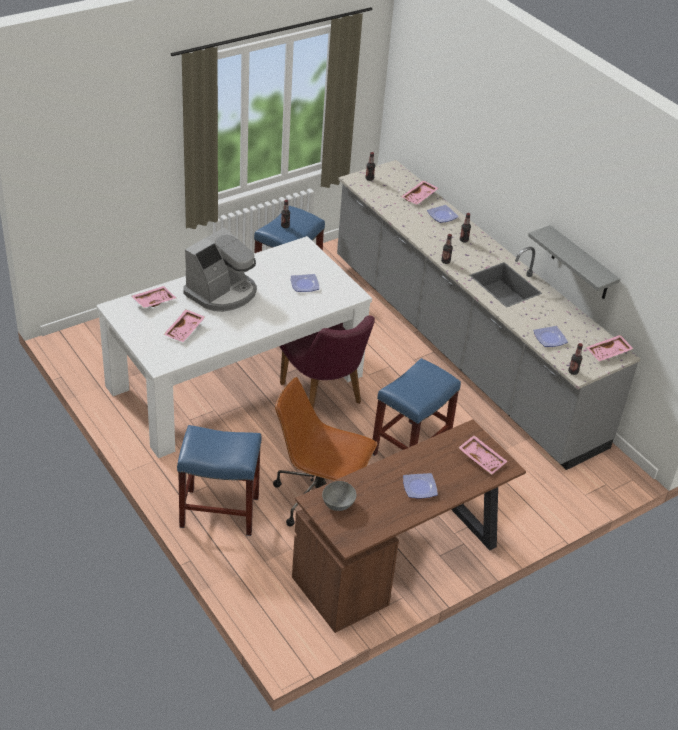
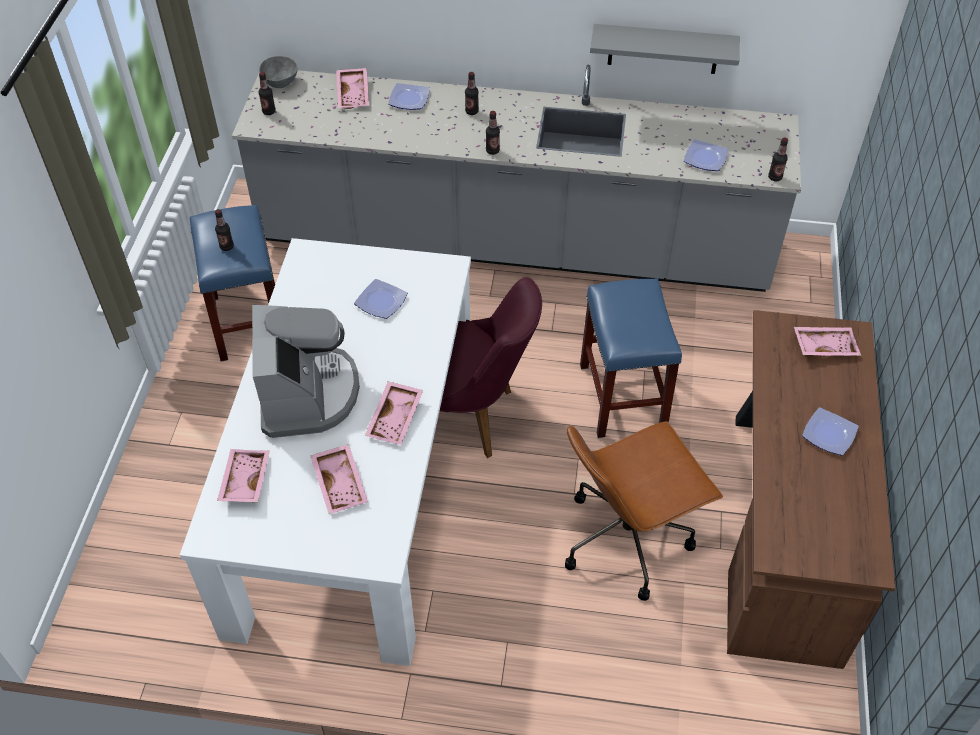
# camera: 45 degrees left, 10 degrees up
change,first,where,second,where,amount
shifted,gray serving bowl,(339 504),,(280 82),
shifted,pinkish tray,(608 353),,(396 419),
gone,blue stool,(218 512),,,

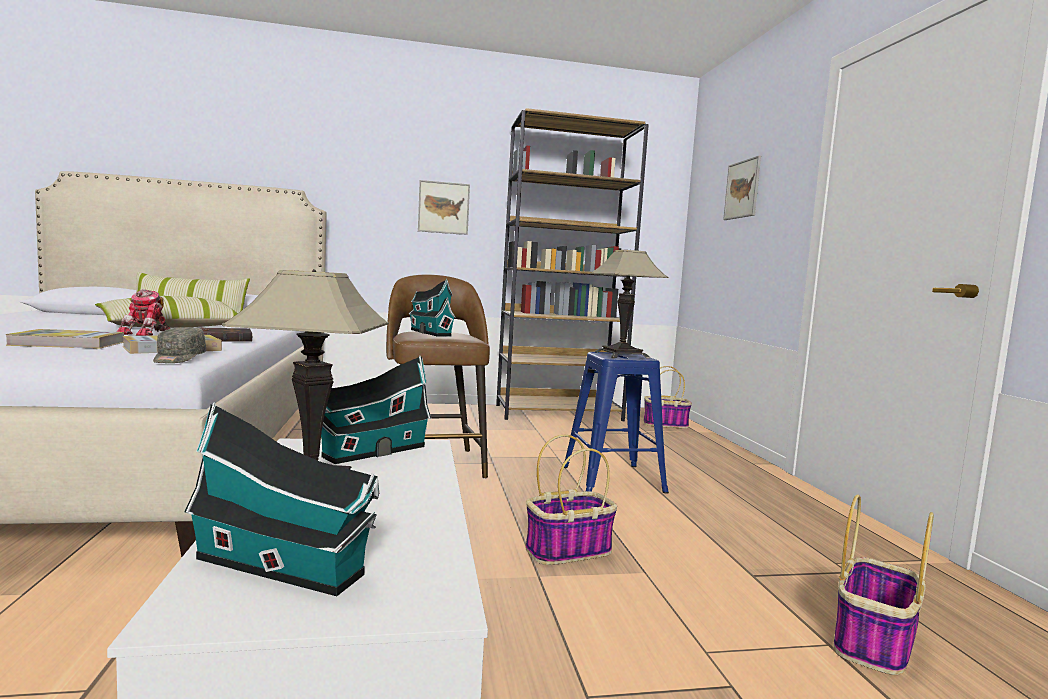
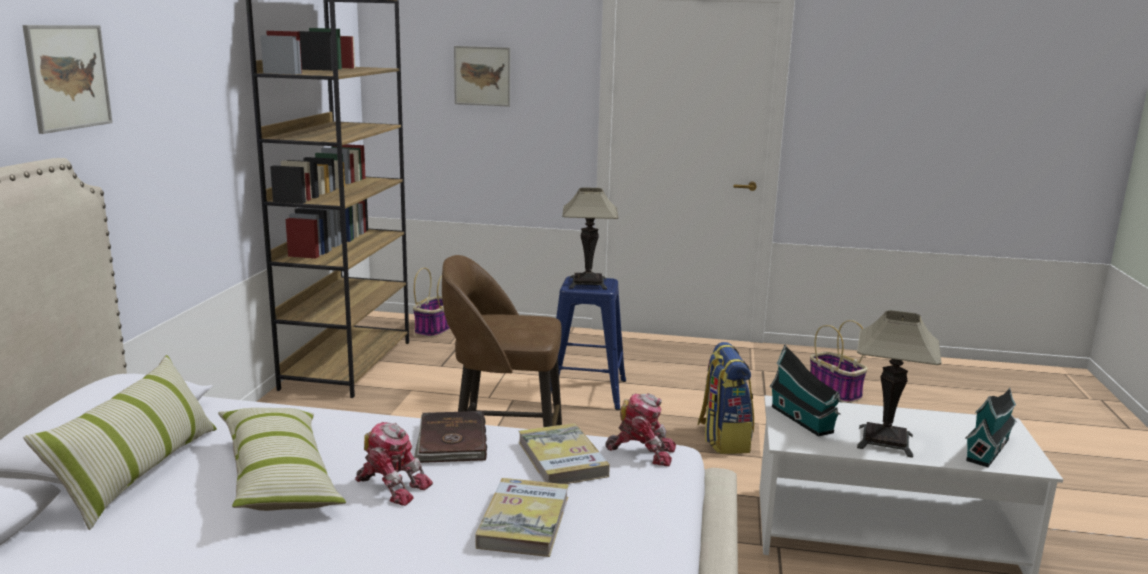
# camera: 70 degrees left, 10 degrees up
change,first,where,second,where,amount
shifted,wall art,(443 207),,(68 77),
swapped,gray baseball cap,(178 359),toy robot,(642 451),
swapped,basket,(569 550),rucksack,(723 439),
gone,model house,(429 332),,,

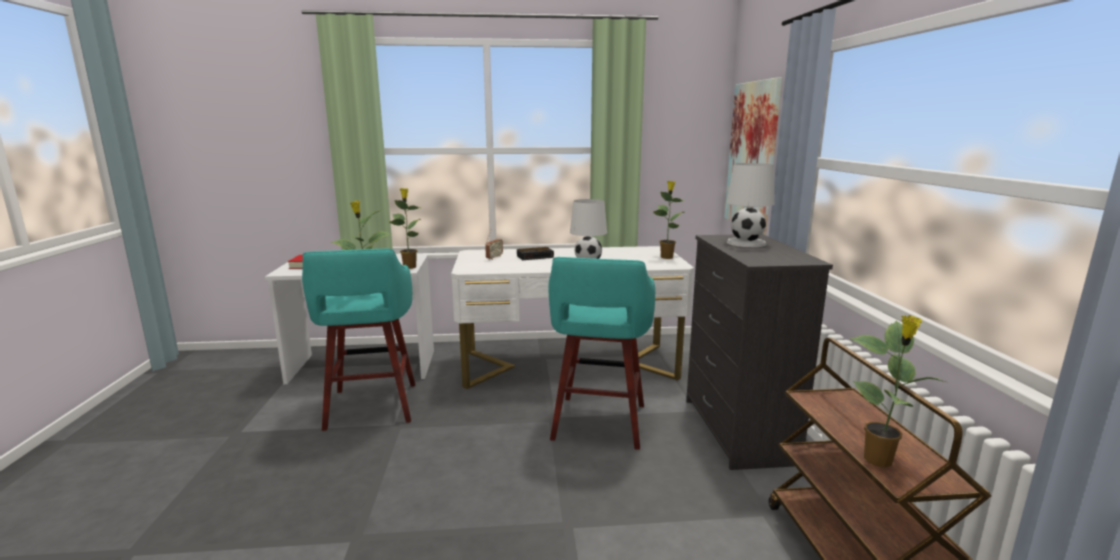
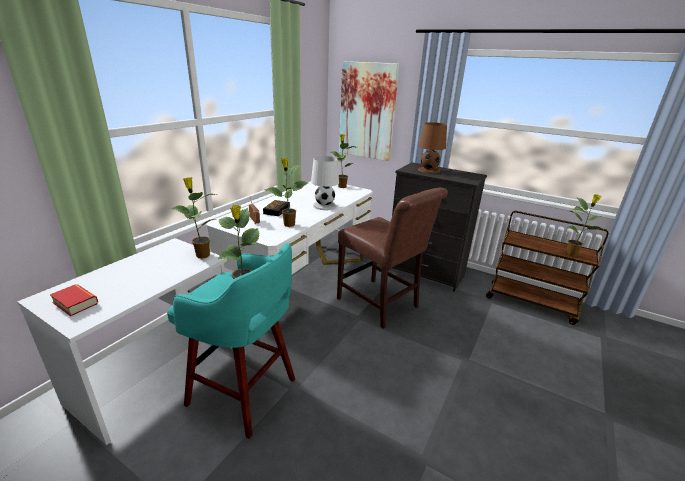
# camera: 55 degrees left, 10 degrees up
change,first,where,second,where,amount
new,,,potted plant,(288 225),
swapped,blue-green stool,(598 424),brown-coloured plain chair,(380 305),
repainted,white-coloured lamp for a table,(746 243),brown-coloured lamp for a table,(429 170),

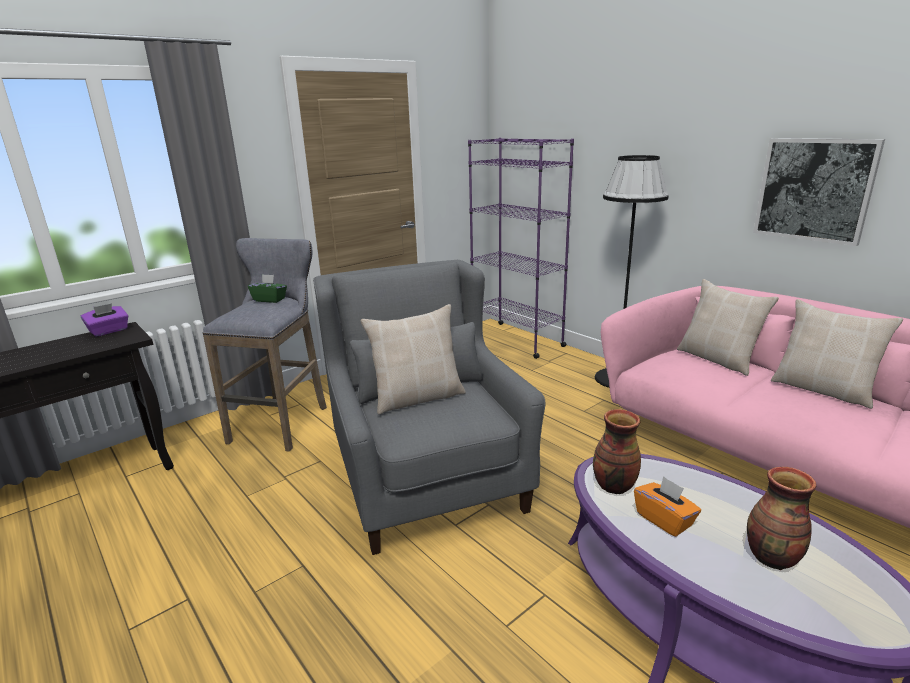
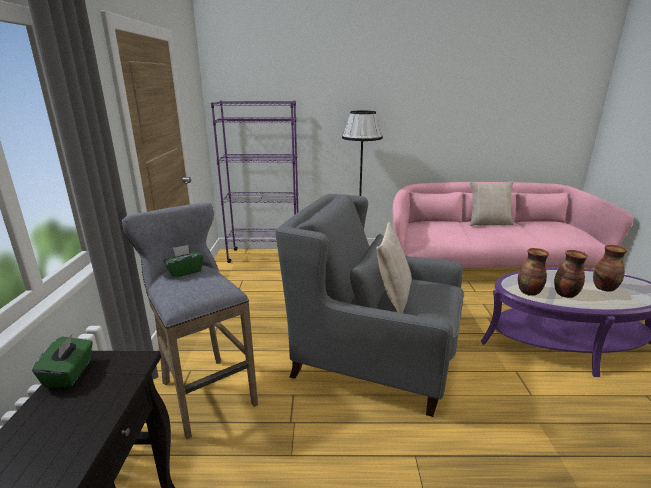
# camera: 50 degrees left, 0 degrees up
change,first,where,second,where,amount
repainted,purple-coloured tissue box,(109 331),green tissue box,(70 373),
swapped,orange-coloured tissue box,(664 519),flower vase,(565 294),
gone,sand-coloured pillow,(718 359),,,
gone,wall art,(814 189),,,

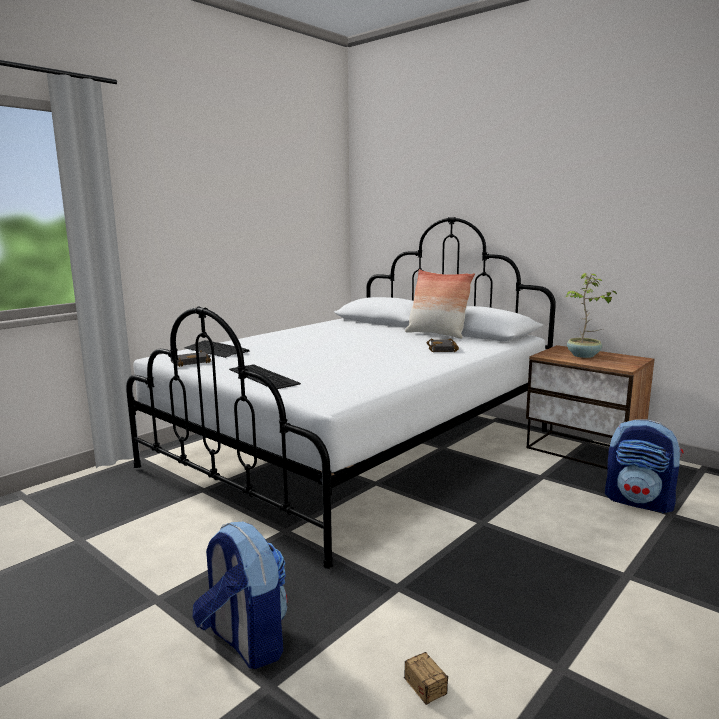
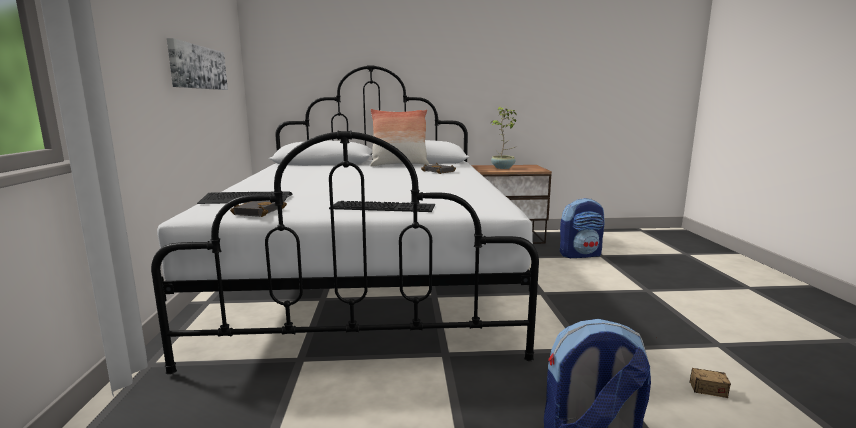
# camera: 45 degrees left, 0 degrees up
change,first,where,second,where,amount
new,,,wall art,(198 67),

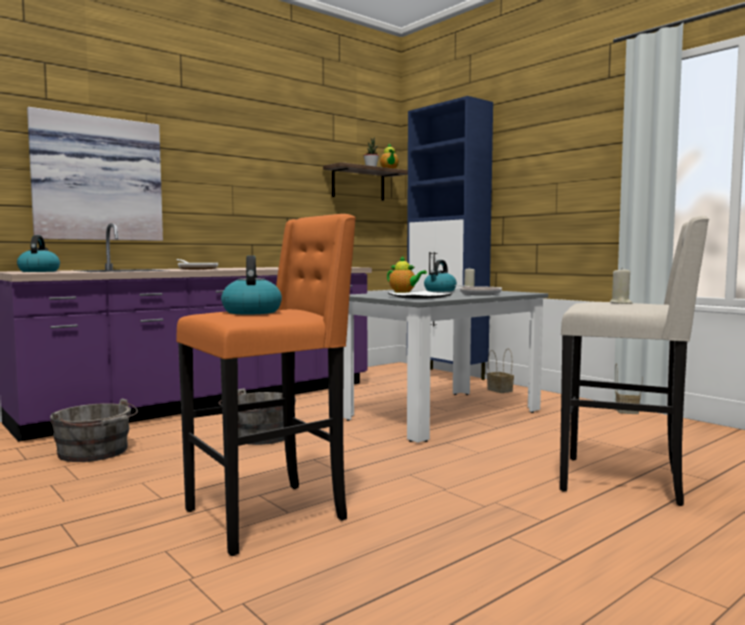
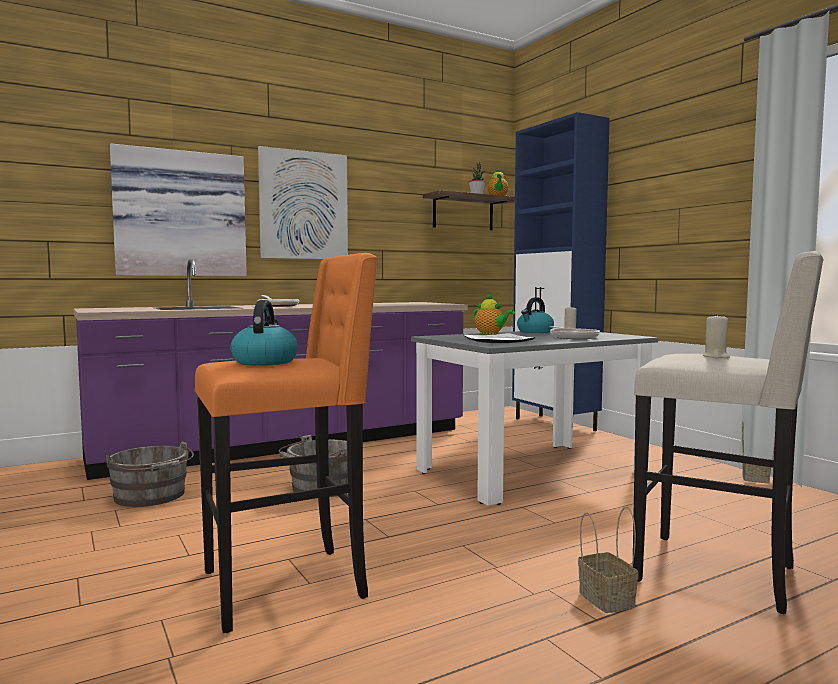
# camera: 10 degrees right, 0 degrees up
change,first,where,second,where,amount
new,,,wall art,(304 205),
shifted,basket,(499 390),,(604 598),
gone,tea kettle,(39 271),,,

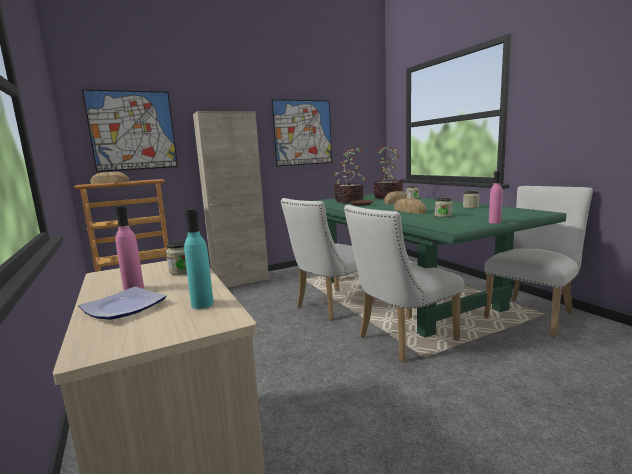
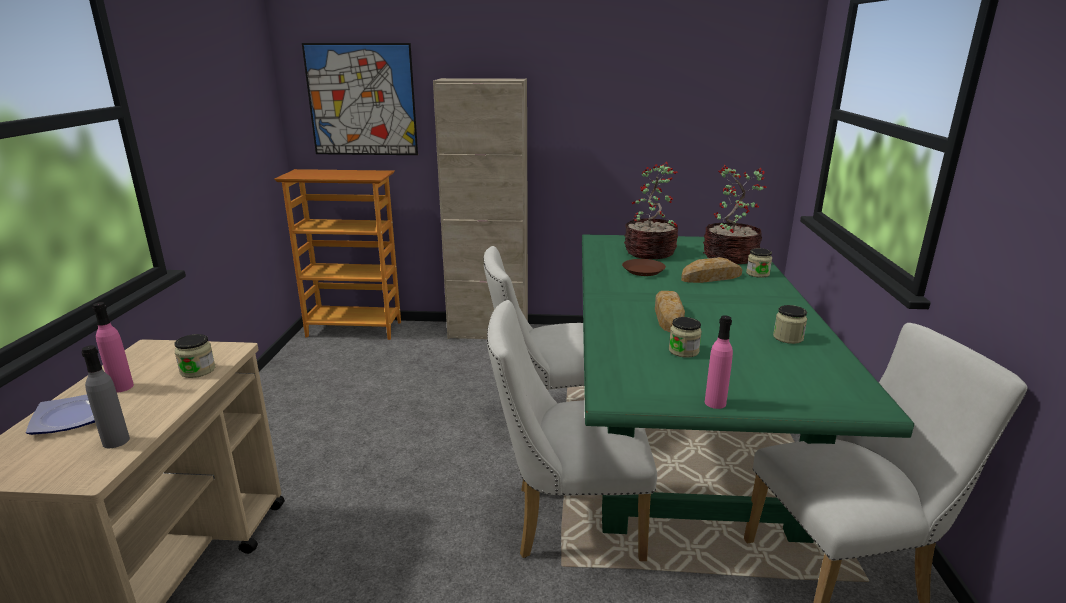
# camera: 30 degrees right, 10 degrees up
change,first,where,second,where,amount
repainted,blue-green bottle,(202 304),gray bottle,(116 441),
gone,baked bread,(110 182),,,
gone,wall art,(303 132),,,

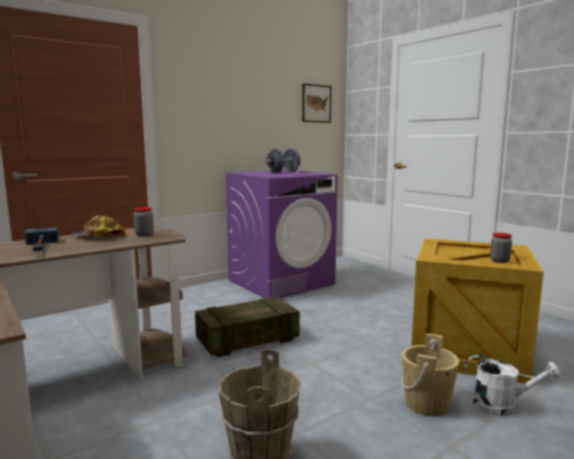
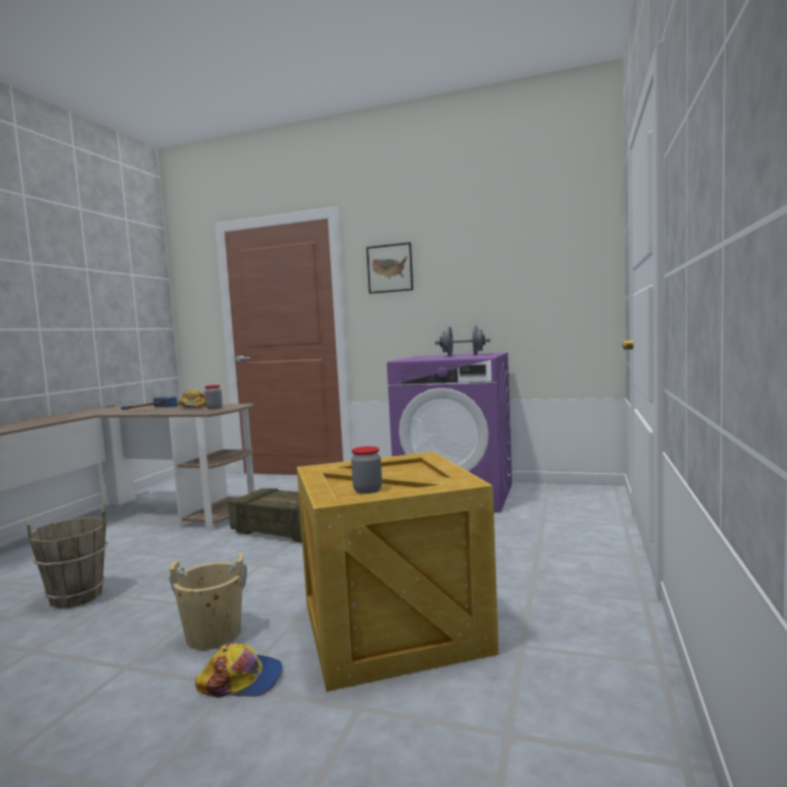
# camera: 55 degrees right, 5 degrees down
change,first,where,second,where,amount
swapped,white-coloured sprinkling can,(502 406),baseball cap,(241 680),
shifted,wall art,(316 103),,(390 268),

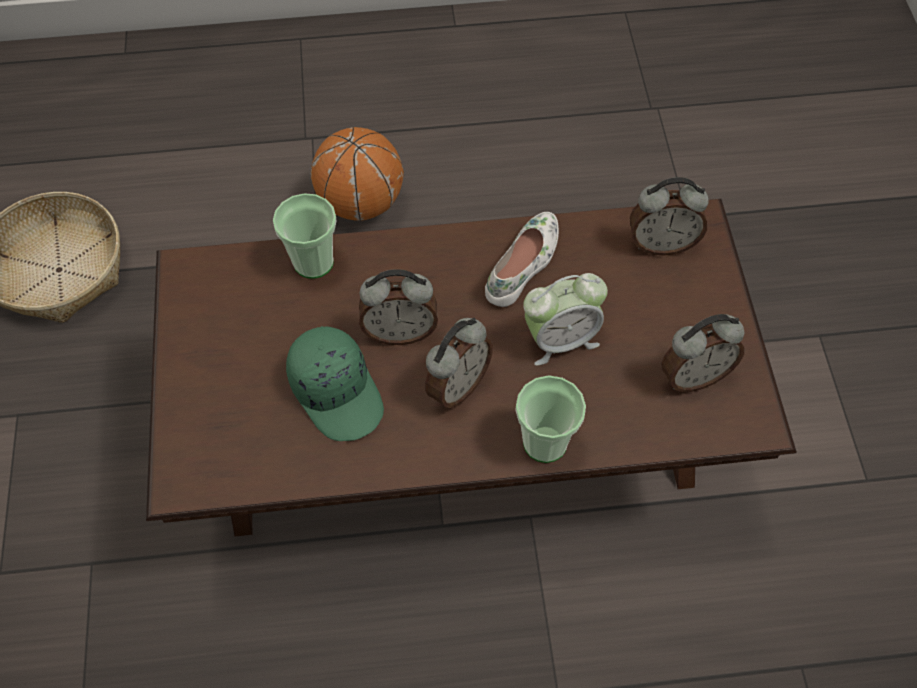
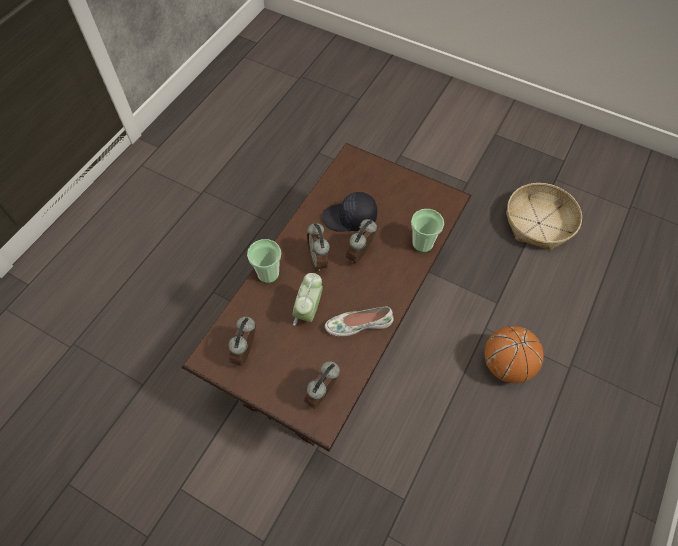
# camera: 125 degrees right, 0 degrees up
change,first,where,second,where,amount
repainted,green baseball cap,(338 391),black baseball cap,(350 219),
rotated,white-coloured item of footwear,(524 265),,(358 323),105 degrees clockwise

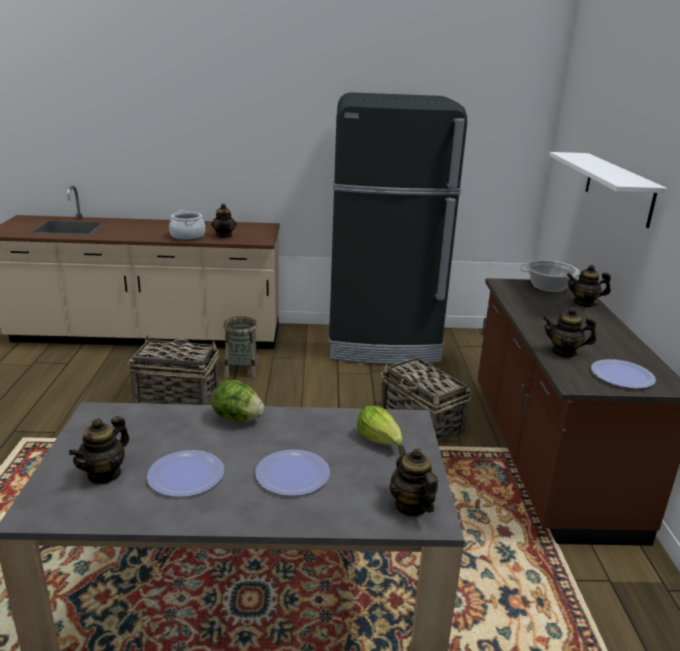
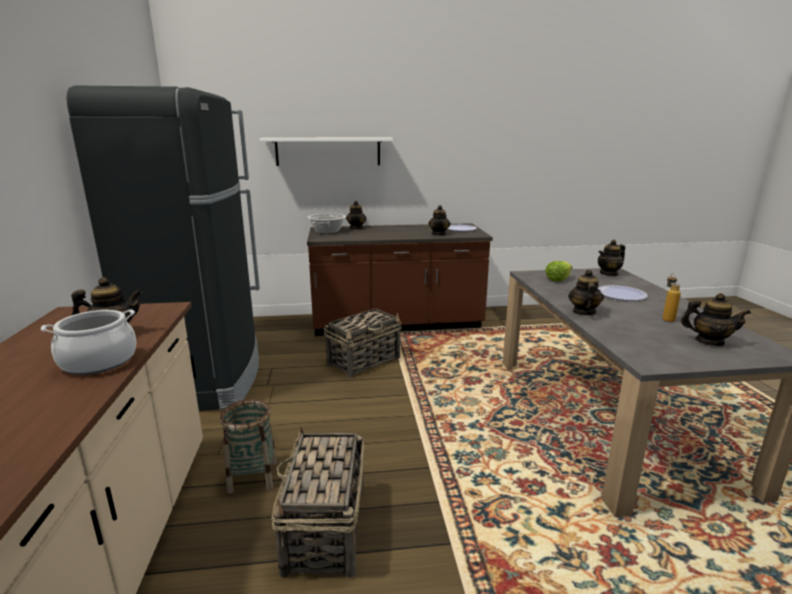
# camera: 95 degrees left, 5 degrees down
change,first,where,second,where,amount
swapped,head of lettuce,(237 419),pot for tea,(583 312),
swapped,dinner plate,(186 475),bottle,(666 318),

